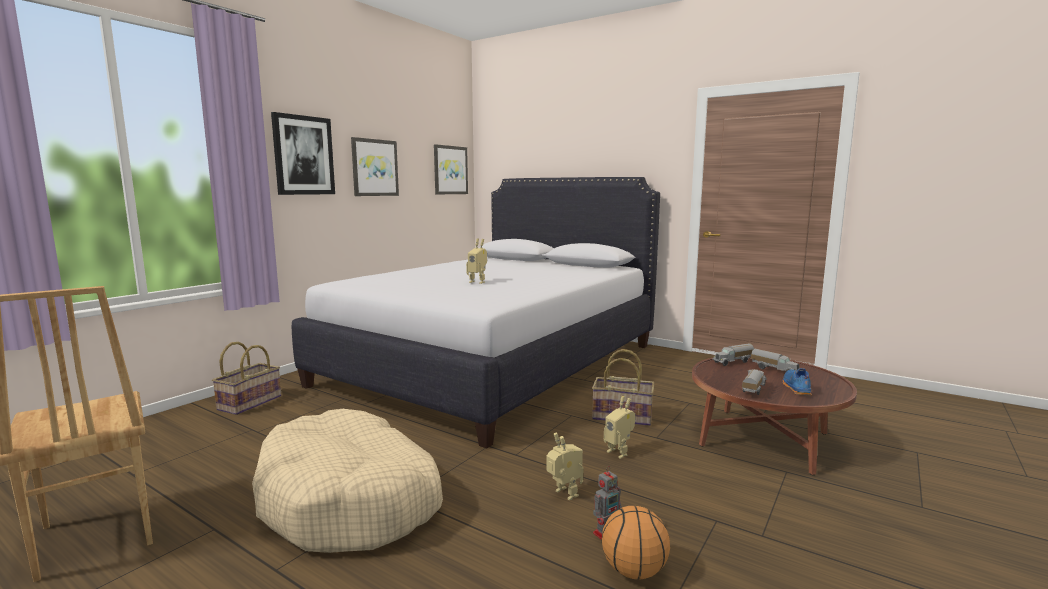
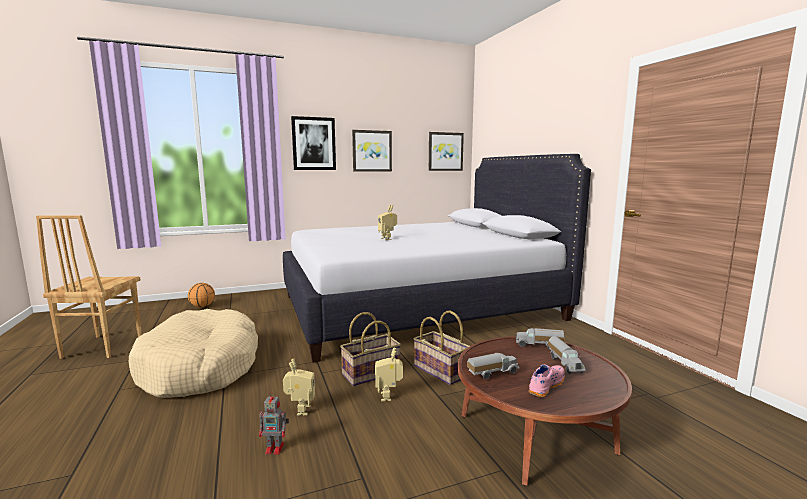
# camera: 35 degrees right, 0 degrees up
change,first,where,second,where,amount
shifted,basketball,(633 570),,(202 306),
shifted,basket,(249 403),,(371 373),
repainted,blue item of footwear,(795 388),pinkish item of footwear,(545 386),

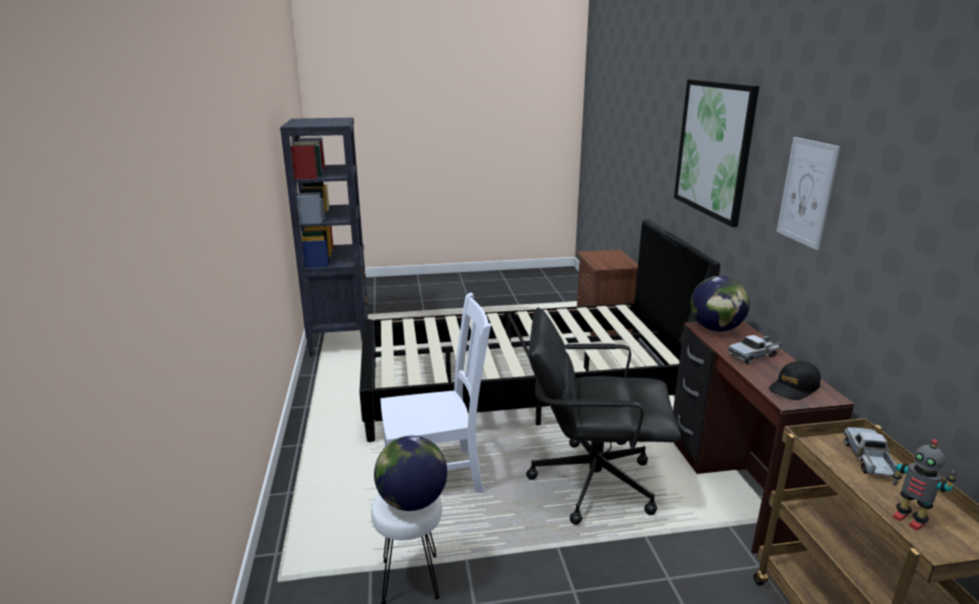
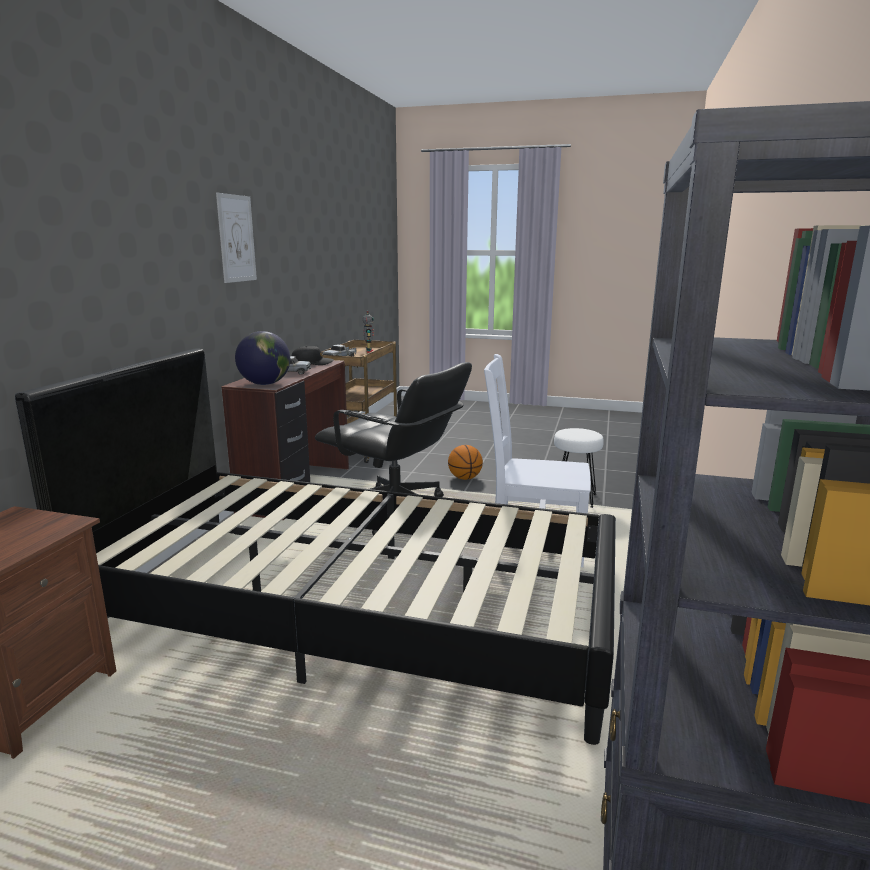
# camera: 155 degrees left, 5 degrees down
change,first,where,second,where,amount
new,,,basketball,(465 478),
gone,world globe,(412 501),,,
gone,wall art,(714 149),,,

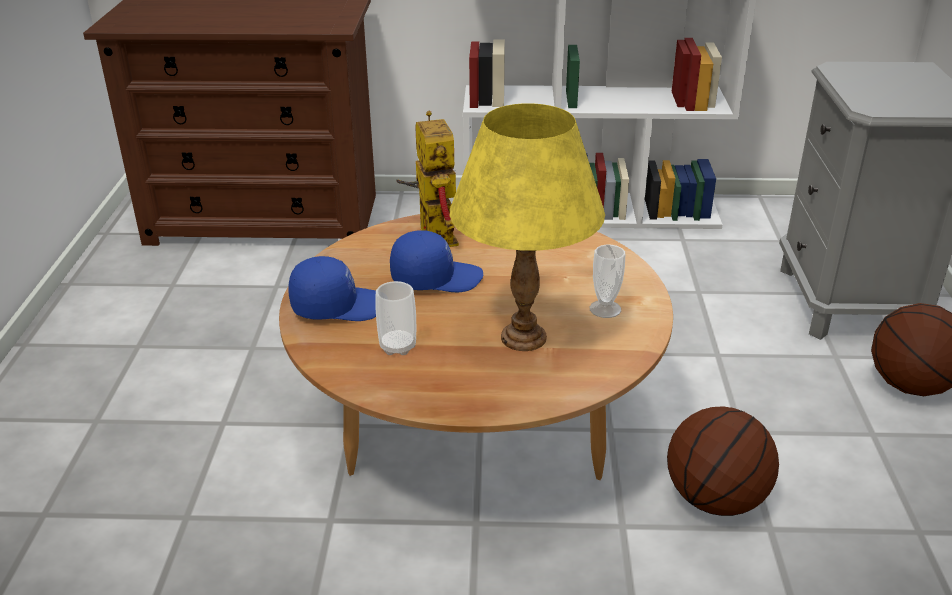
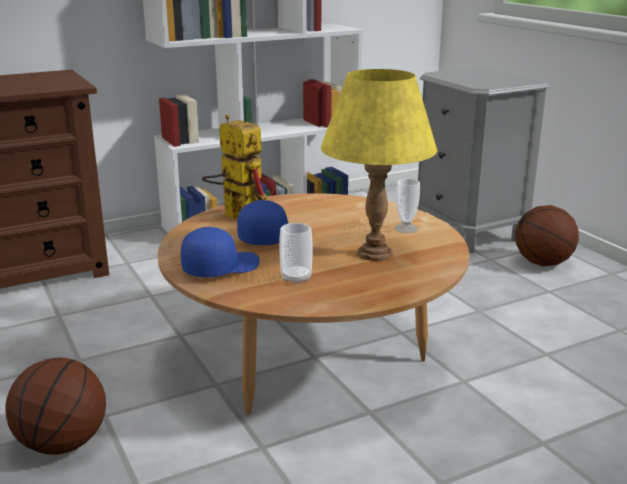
# camera: 30 degrees left, 10 degrees down
change,first,where,second,where,amount
shifted,basketball,(715 500),,(62 444),

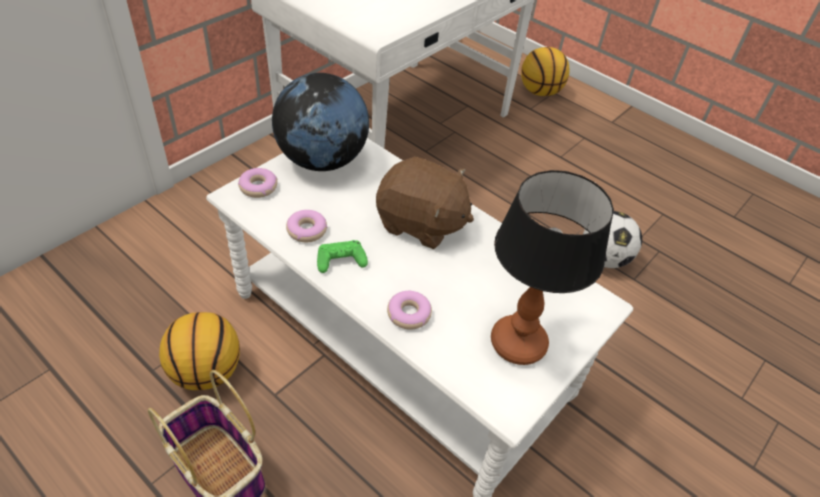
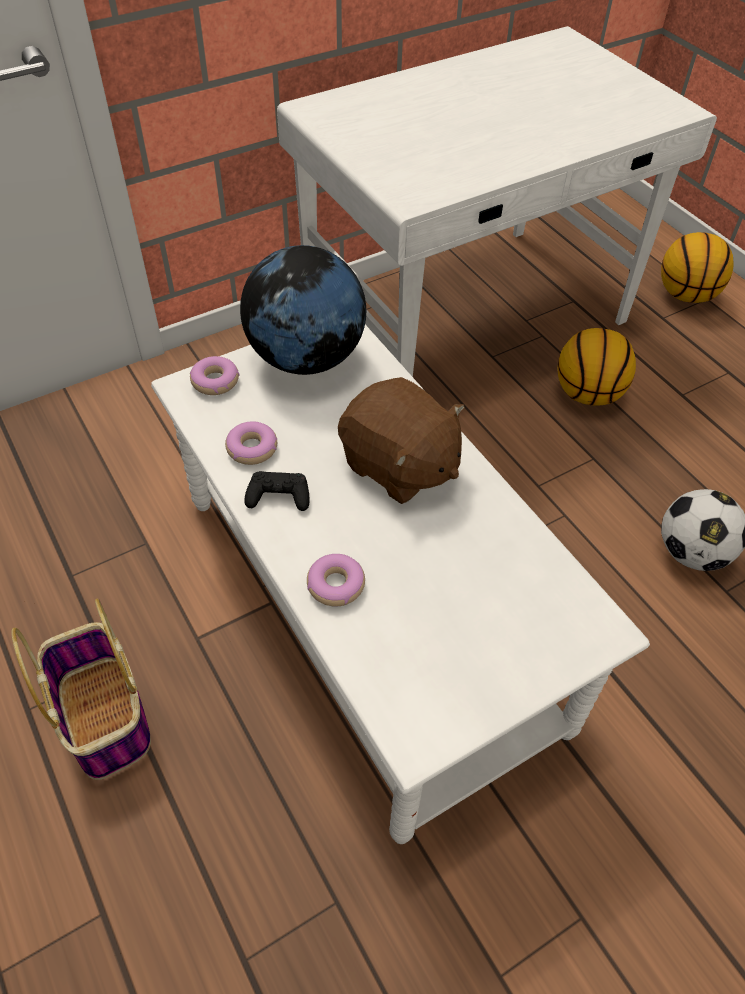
# camera: 20 degrees right, 5 degrees up
change,first,where,second,where,amount
repainted,green game controller,(341 260),black game controller,(278 496),
shifted,basketball,(206 371),,(588 394),
gone,lamp for a table,(518 344),,,

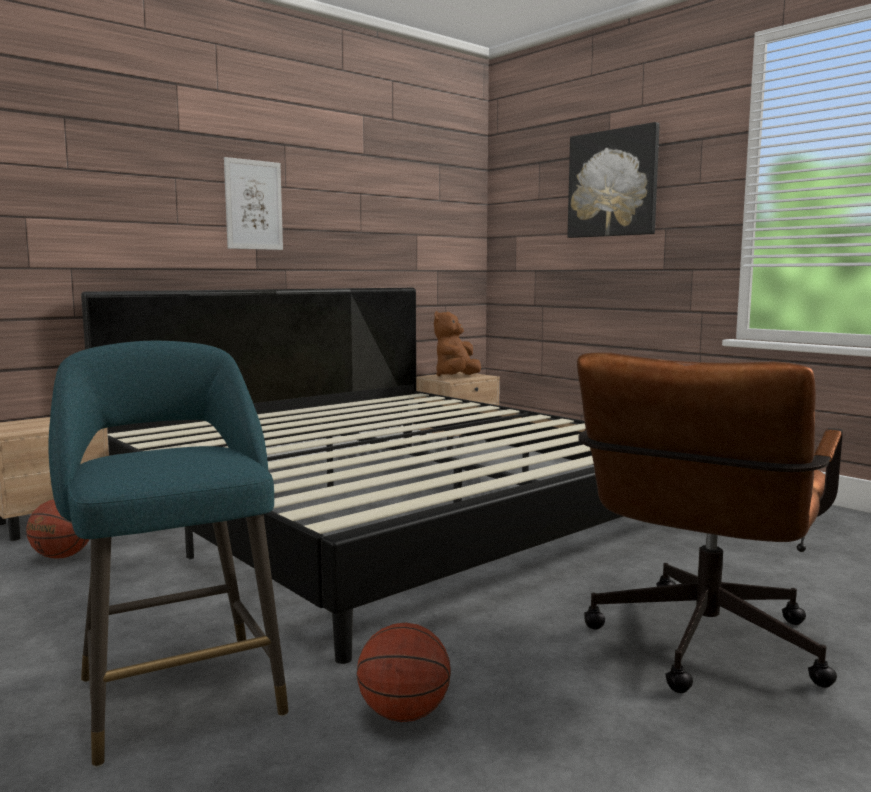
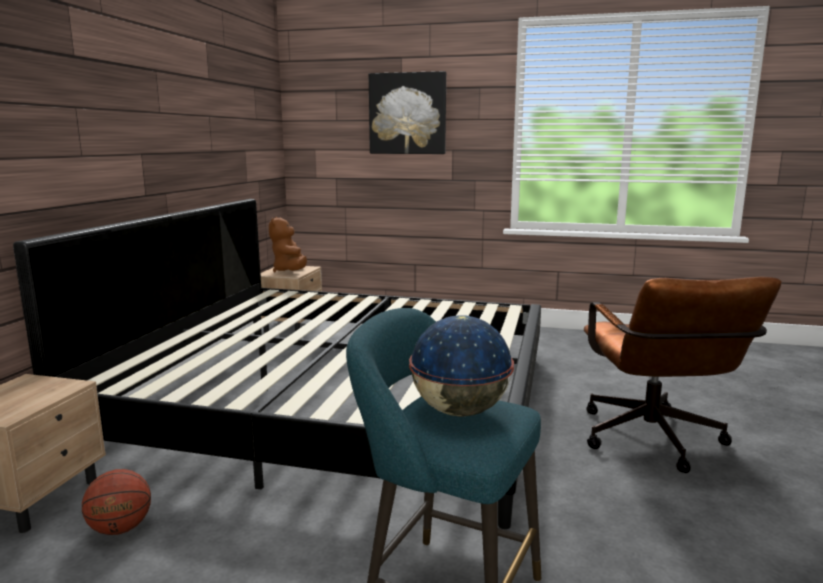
# camera: 35 degrees left, 5 degrees up
change,first,where,second,where,amount
new,,,world globe,(460 412),
gone,wall art,(253 205),,,
gone,basketball,(404 714),,,

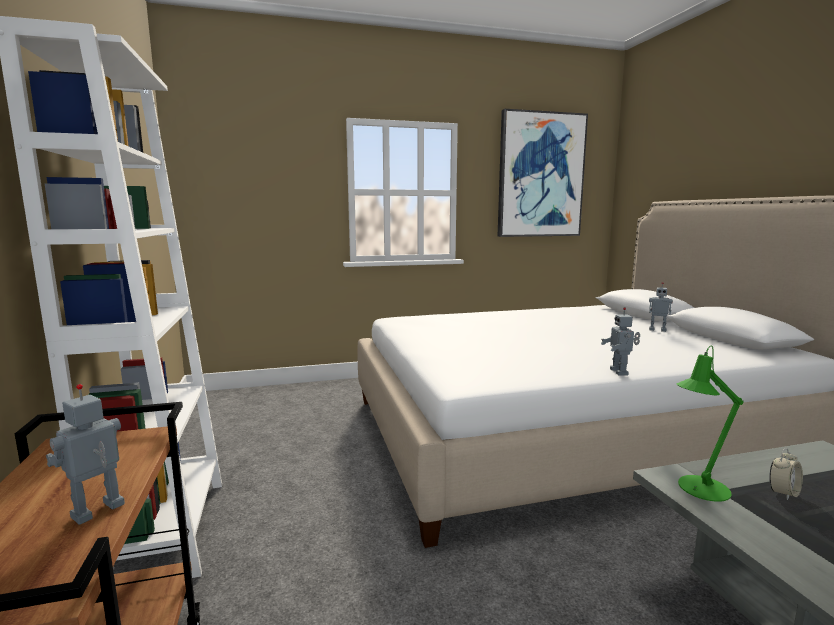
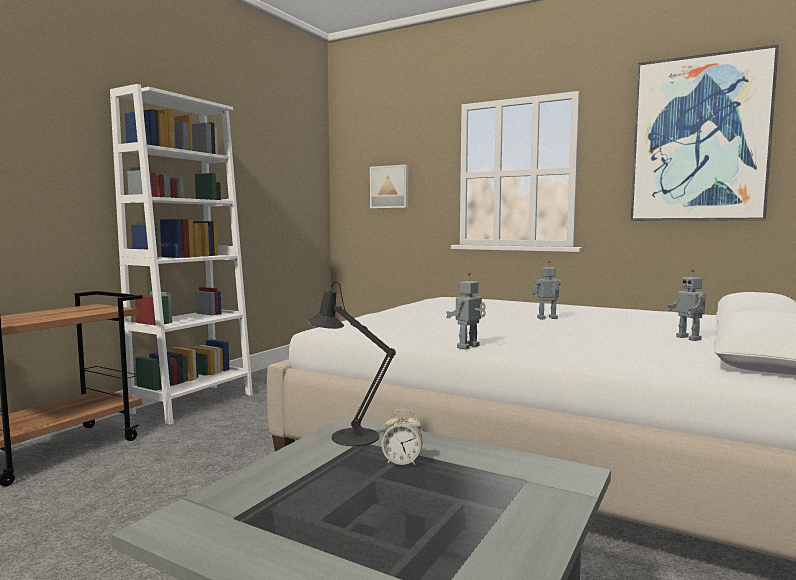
# camera: 45 degrees right, 5 degrees down
change,first,where,second,where,amount
repainted,green lamp for a table,(699 489),black lamp for a table,(348 436),
new,,,wall art,(390 187),
shifted,toy robot,(99 512),,(547 318),

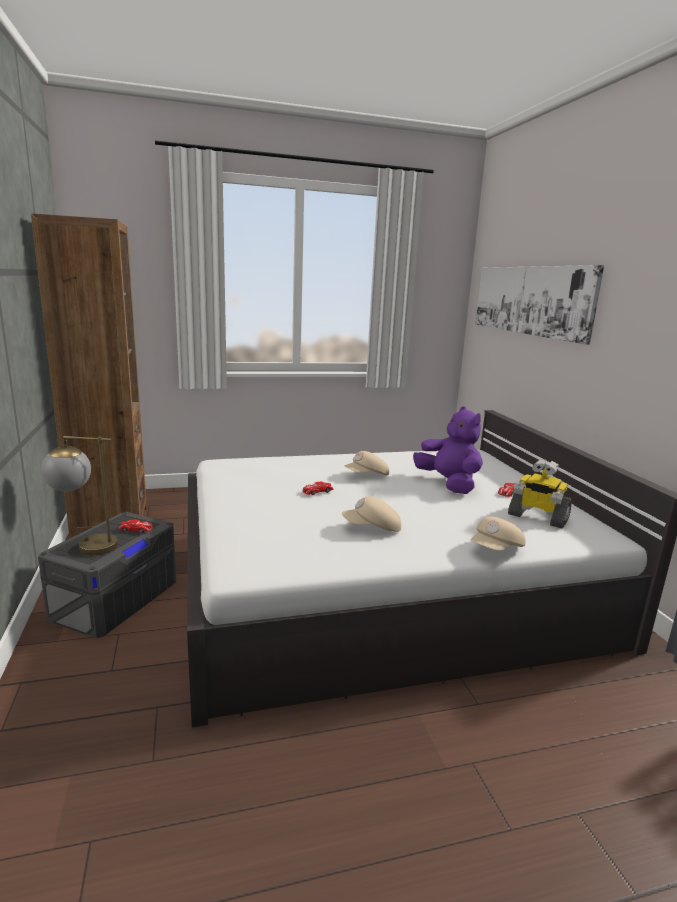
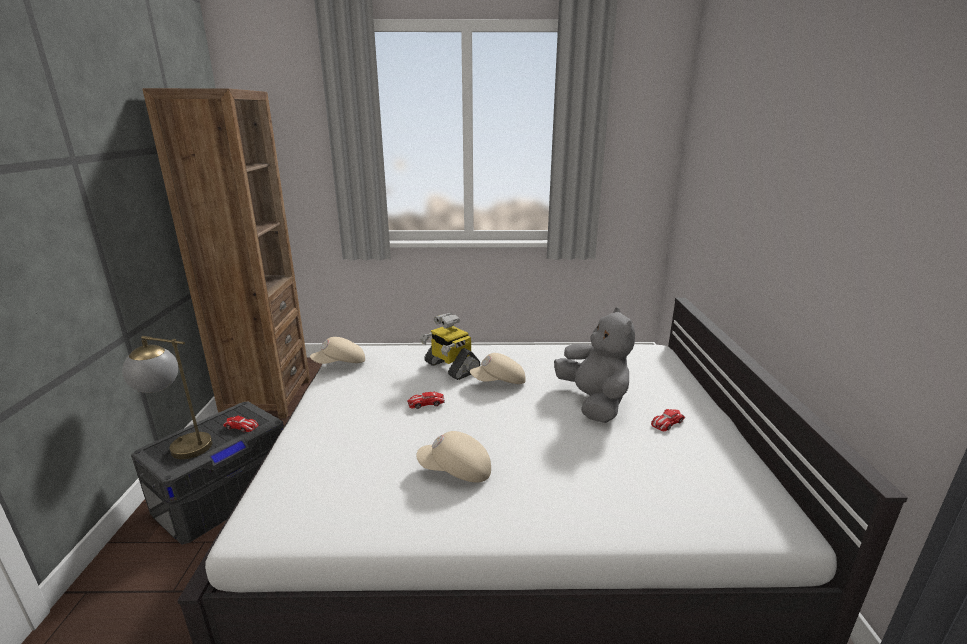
# camera: 15 degrees right, 5 degrees up
change,first,where,second,where,amount
shifted,sand-coloured baseball cap,(496 549),,(340 364),
shifted,toy robot,(537 517),,(450 367),
repainted,purple-coloured soft toy,(448 484),gray soft toy,(593 402),
gone,wall art,(530 300),,,

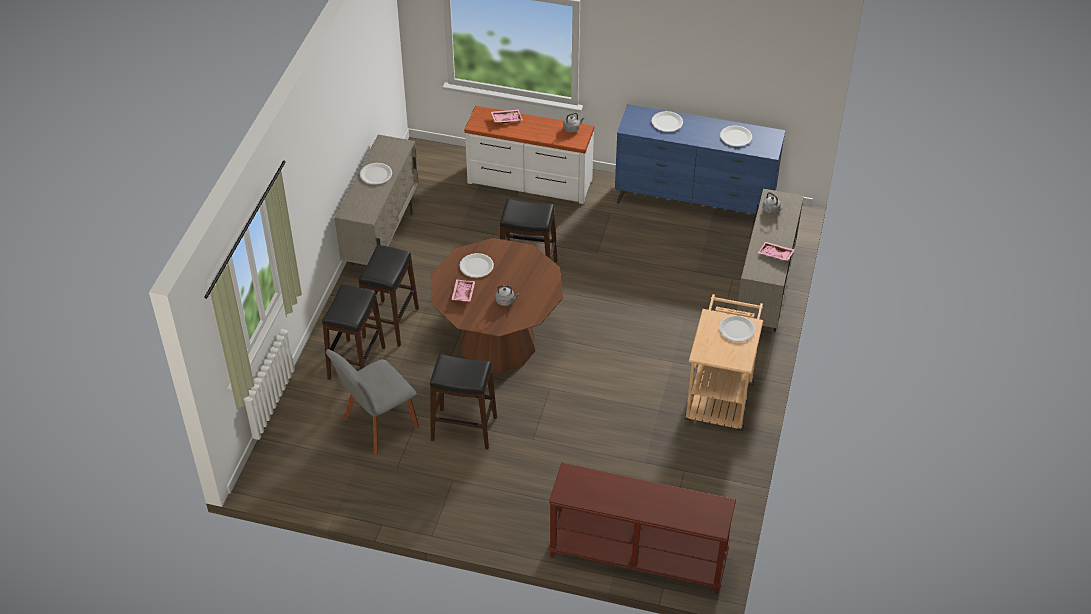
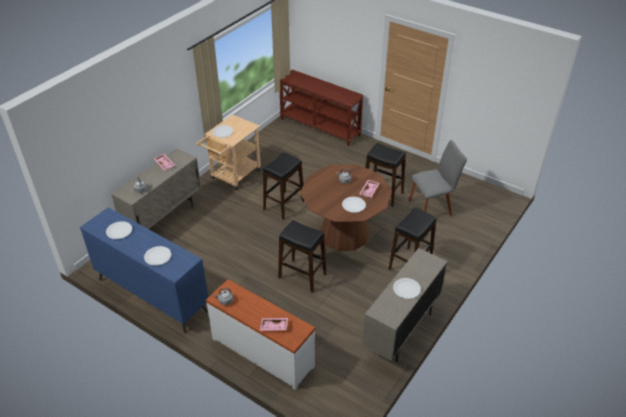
# camera: 160 degrees left, 5 degrees down
change,first,where,second,where,amount
shifted,black stool,(356 363),,(284 205),

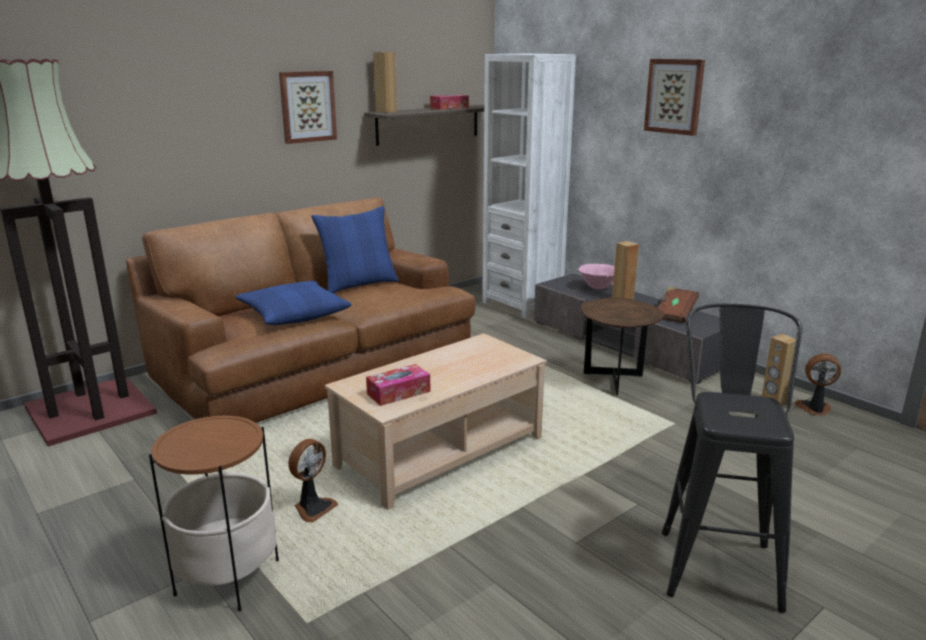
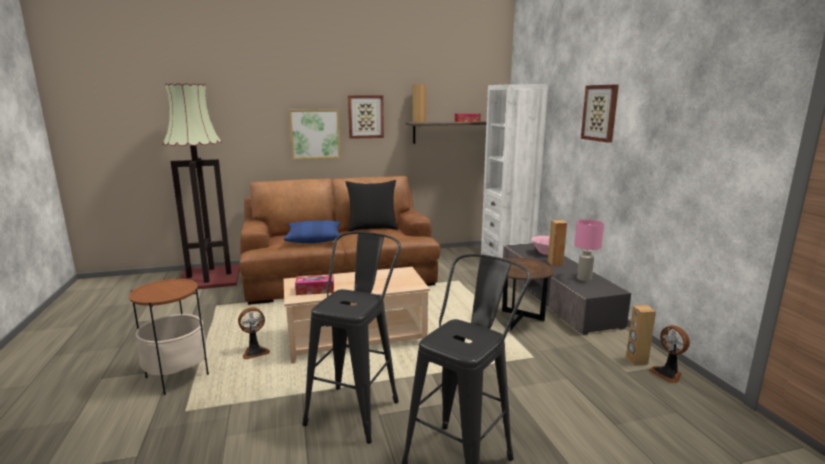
# camera: 25 degrees right, 5 degrees down
change,first,where,second,where,amount
new,,,wall art,(315 134),
new,,,black stool,(357 407),
repainted,blue pillow,(359 285),black pillow,(372 228),
swapped,brown-coloured volume,(674 314),pinkish lamp for a table,(583 279),
rotated,cooling fan,(814 409),,(667 374),150 degrees counterclockwise

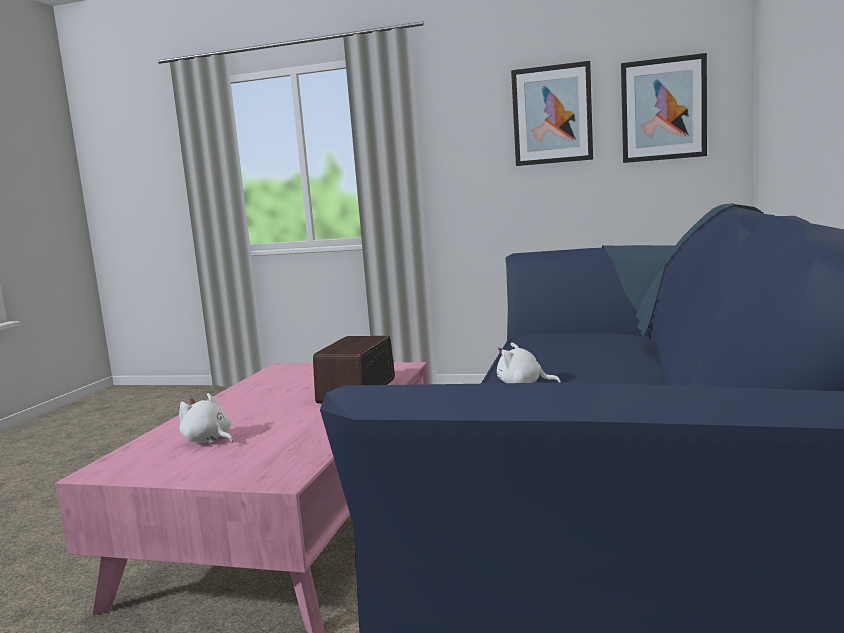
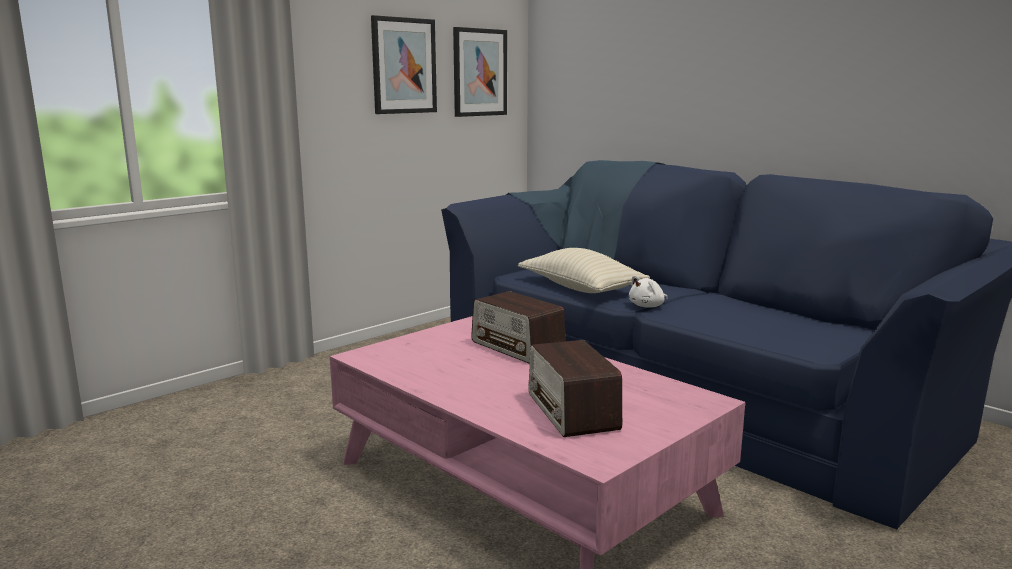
# camera: 60 degrees left, 5 degrees up
change,first,where,second,where,amount
new,,,sand-coloured pillow,(581 289),
swapped,white-coloured soft toy,(208 440),radio receiver,(572 411),

